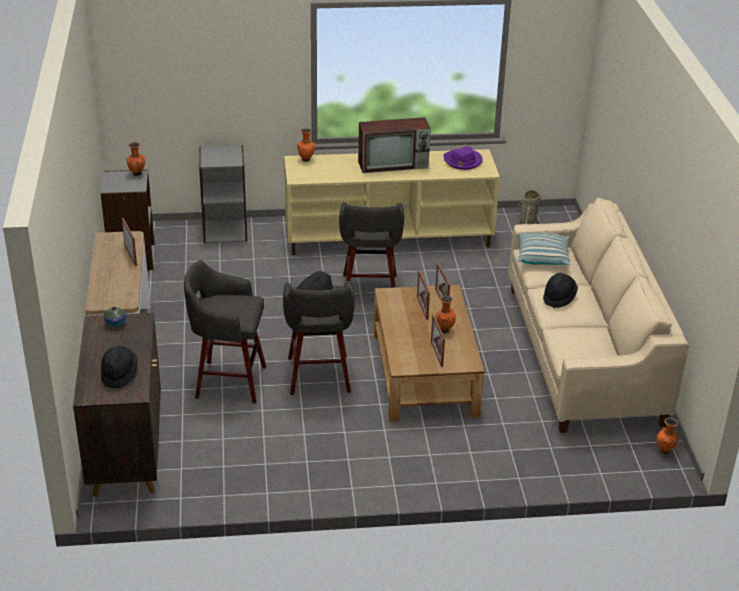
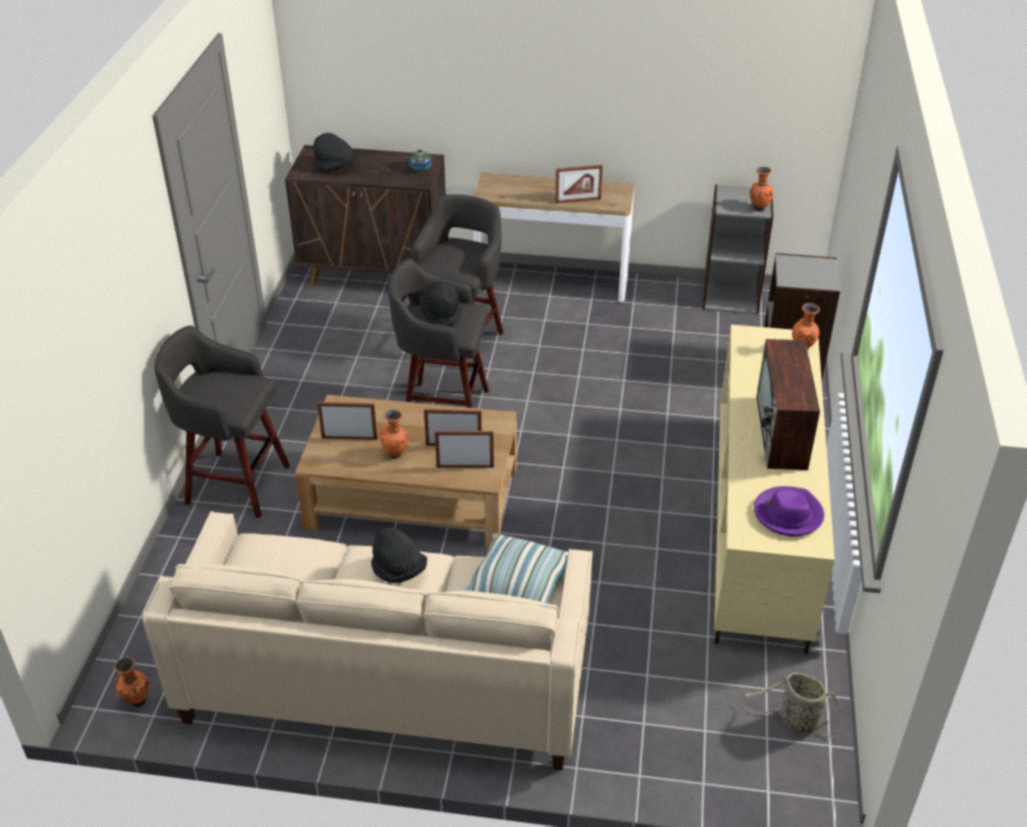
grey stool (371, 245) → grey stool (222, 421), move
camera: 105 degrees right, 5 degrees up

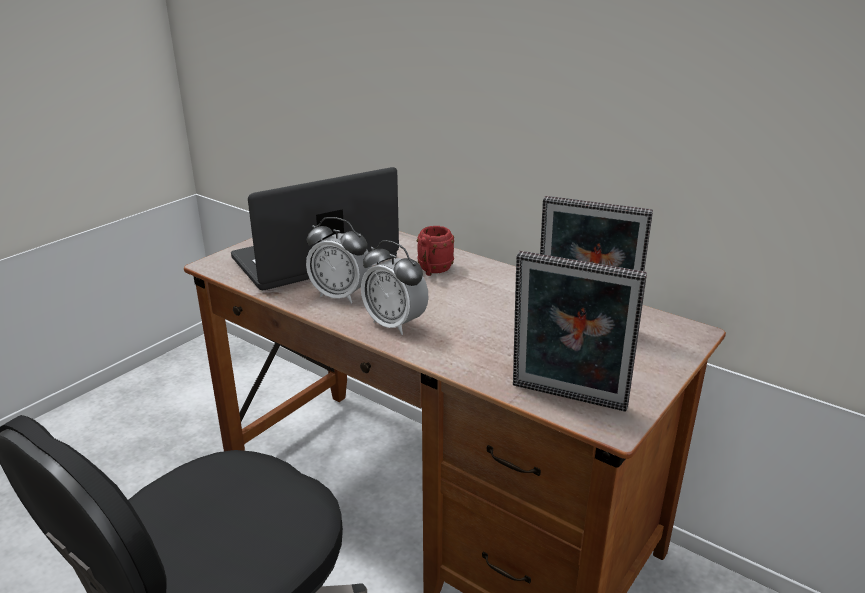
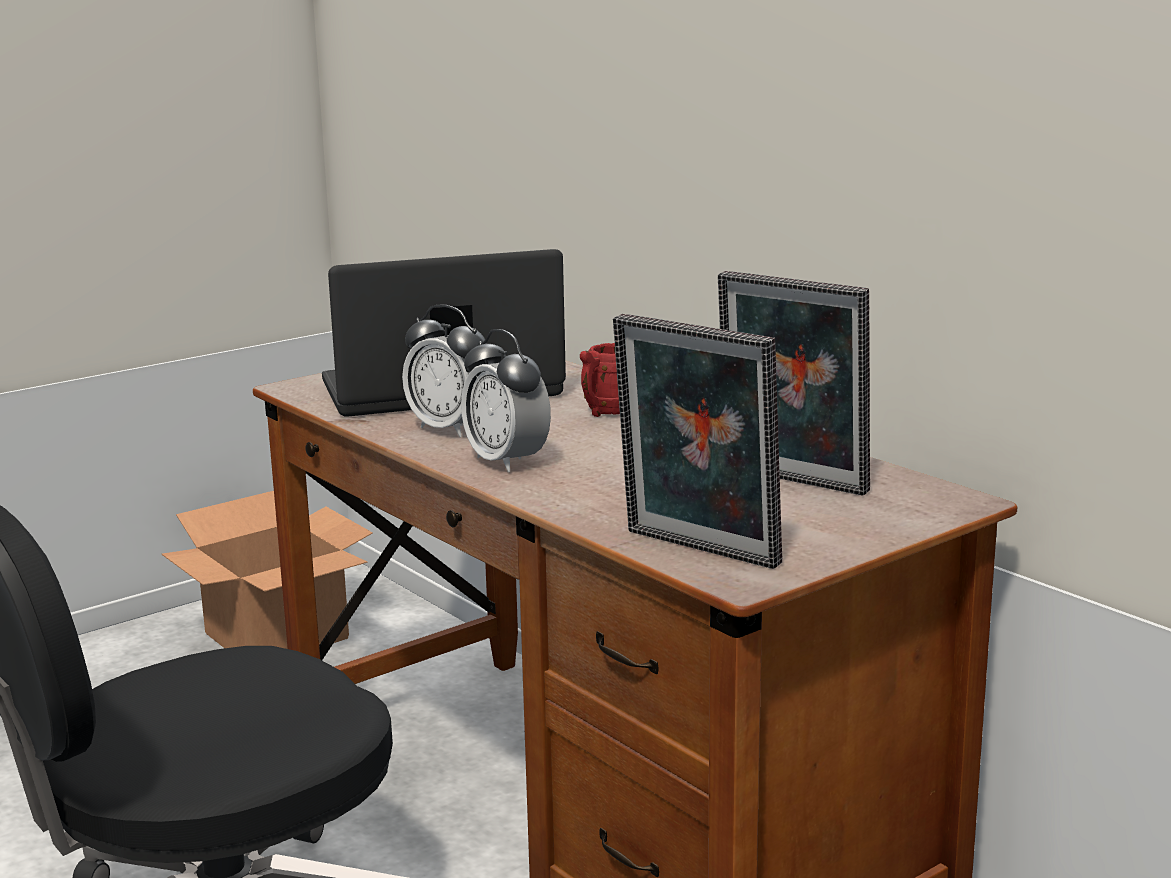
- → cardboard box (267, 570)
camera: 15 degrees right, 10 degrees down

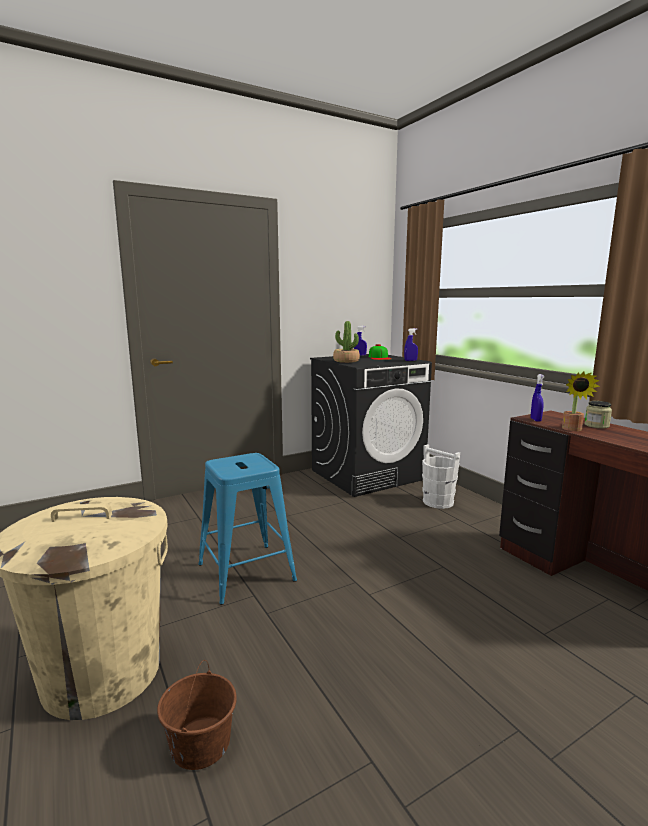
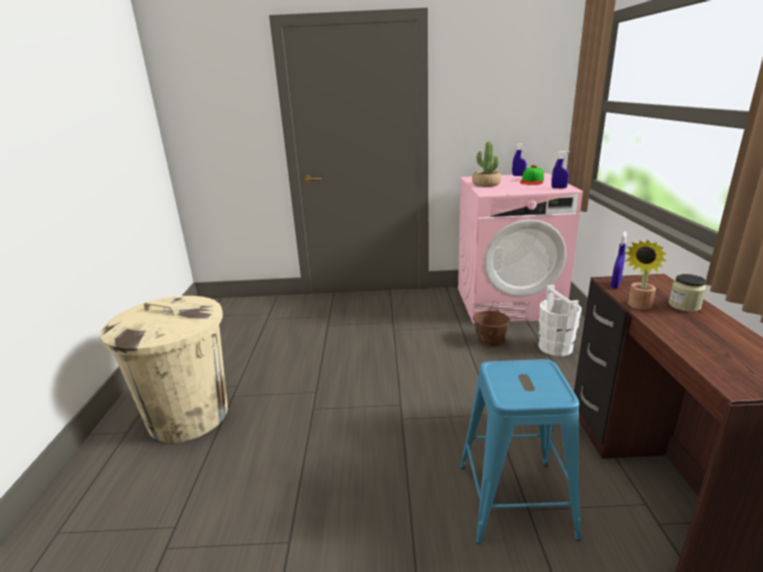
brown bucket (197, 715) → brown bucket (491, 323), move
blue stool (247, 529) → blue stool (520, 451), move
black washing machine (371, 425) → pink washing machine (520, 248)
camera: 30 degrees right, 10 degrees up

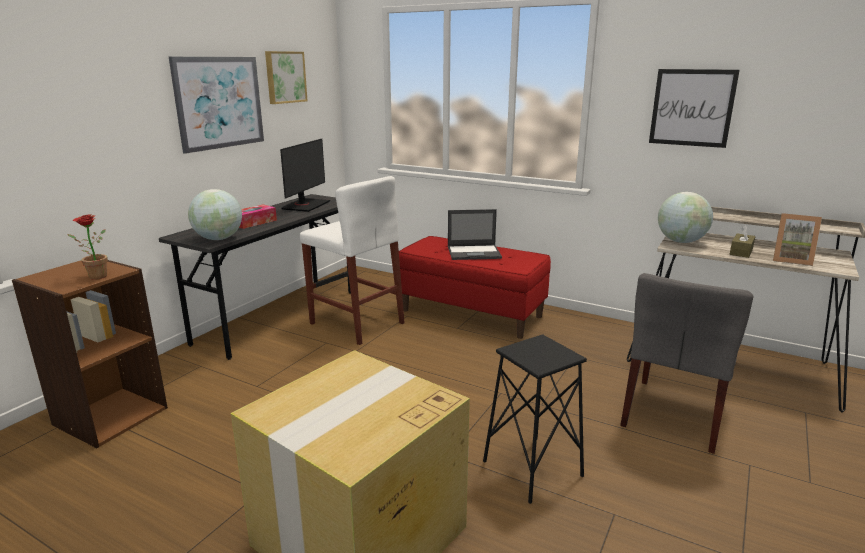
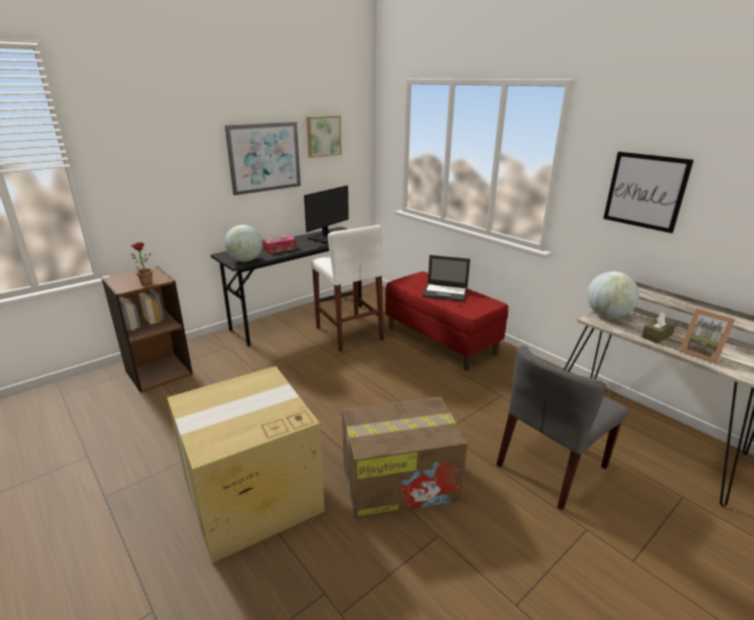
black stool (535, 419) → cardboard box (405, 457)
camera: 20 degrees right, 5 degrees up

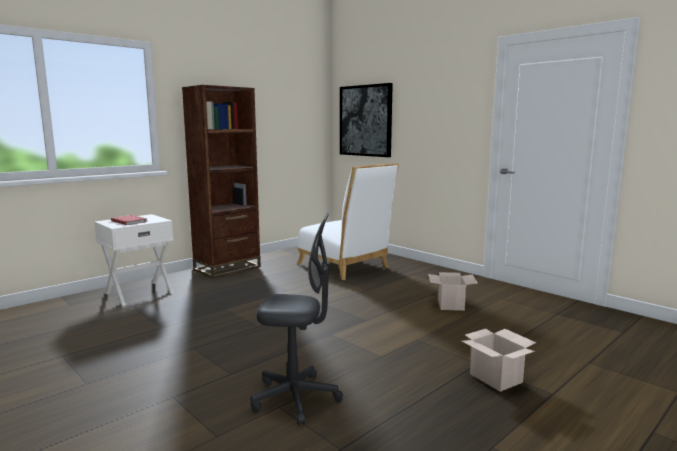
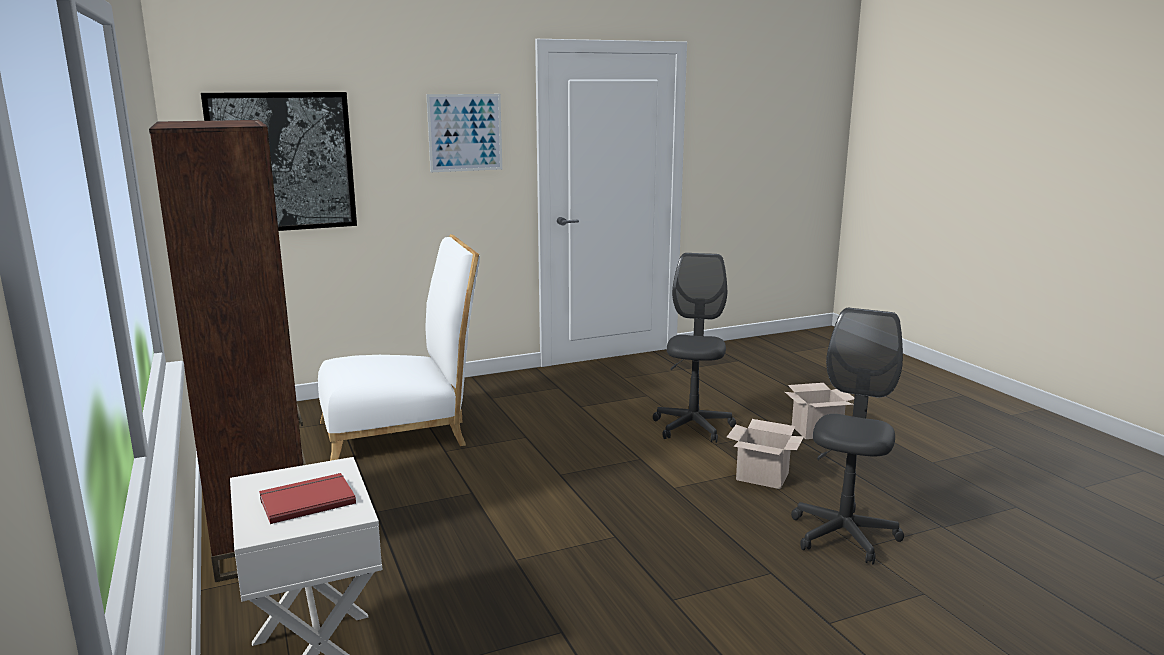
cardboard box (452, 291) → cardboard box (765, 454), move
- → picture (464, 133)
- → grey office chair (694, 348)
camera: 70 degrees left, 5 degrees up

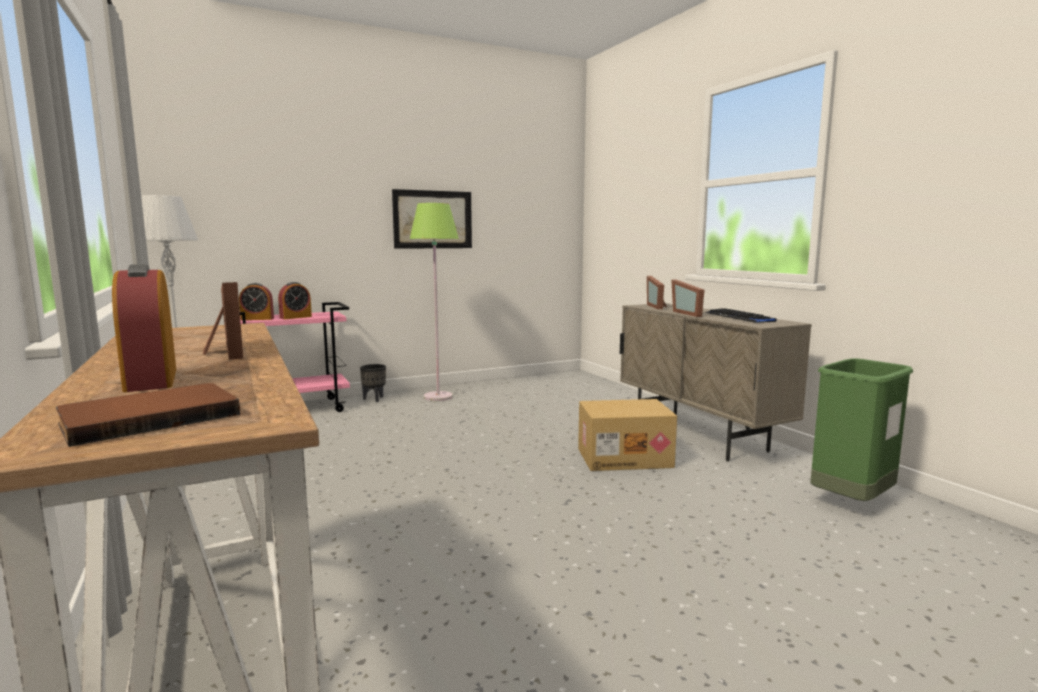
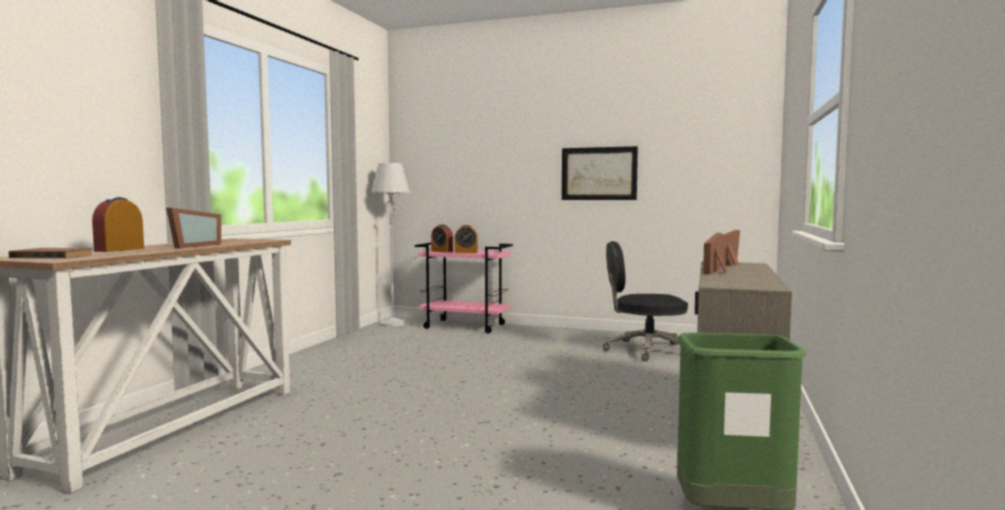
black planter (373, 383) → -
green floor lamp (434, 302) → -
cardboard box (627, 435) → -
keyboard (741, 315) → -
- → black office chair (645, 301)
camera: 45 degrees right, 5 degrees down

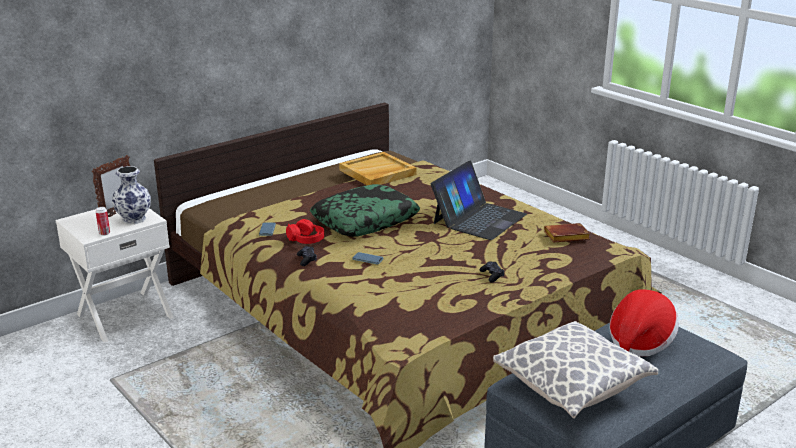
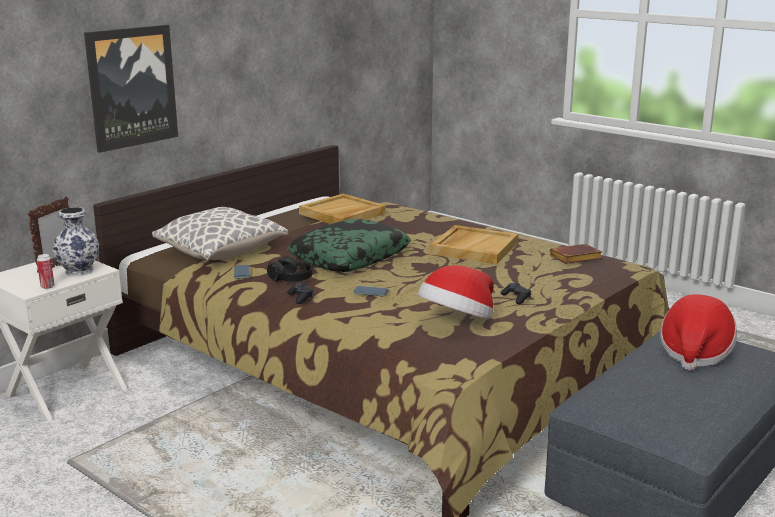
red headphones (305, 231) → black headphones (289, 269)
laptop (479, 200) → beige tray (474, 244)
pillow (575, 370) → pillow (220, 233), move
- → picture (131, 89)
- → hat (456, 292)
camera: 10 degrees left, 5 degrees down

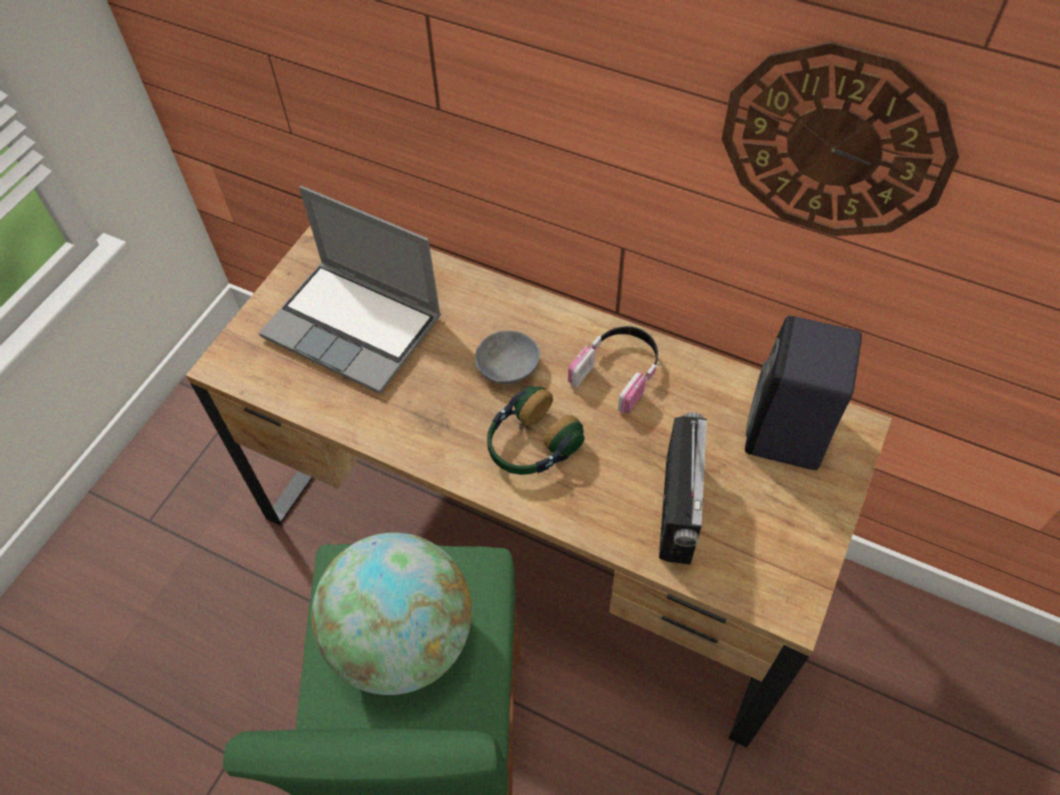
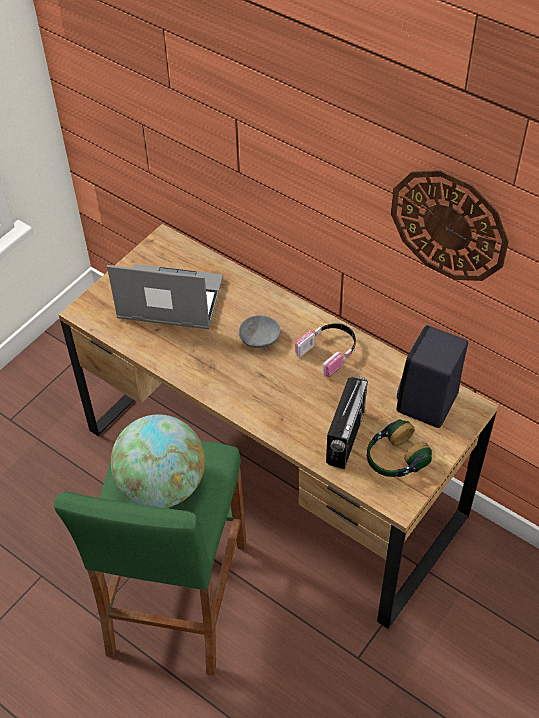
laptop (350, 290) → laptop (165, 296), 150 degrees clockwise
headphones (535, 430) → headphones (399, 448), move
camera: 10 degrees right, 5 degrees down

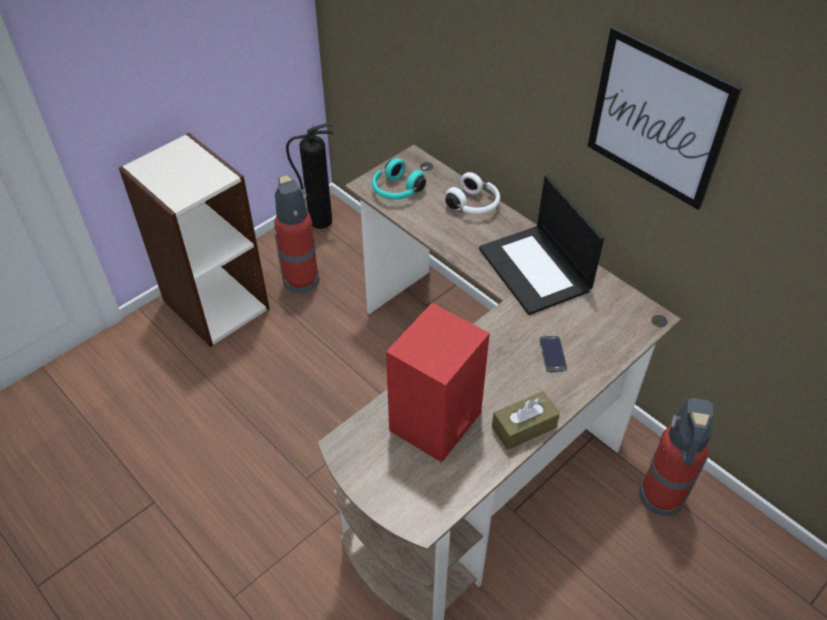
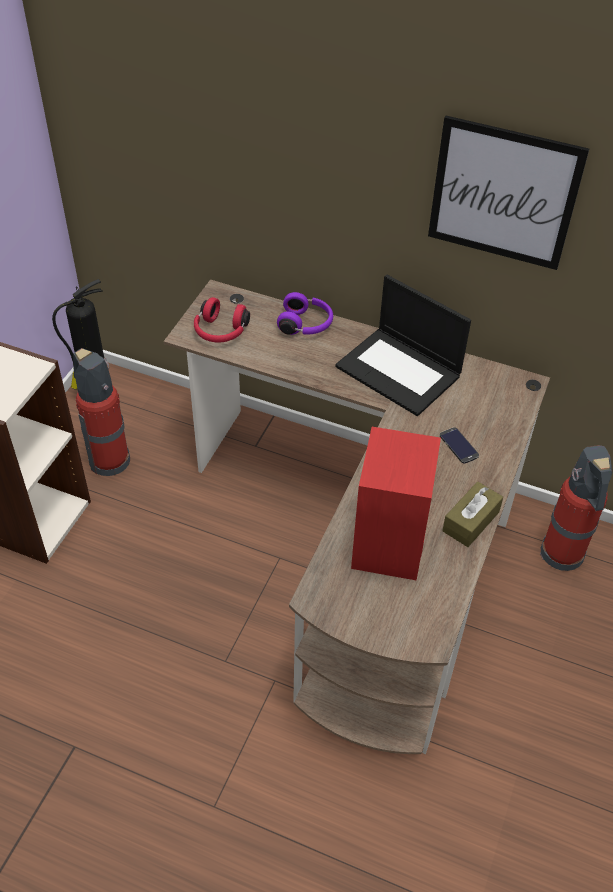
turquoise headphones (399, 179) → red headphones (222, 320)
white headphones (472, 193) → purple headphones (305, 313)
camera: 25 degrees left, 0 degrees up

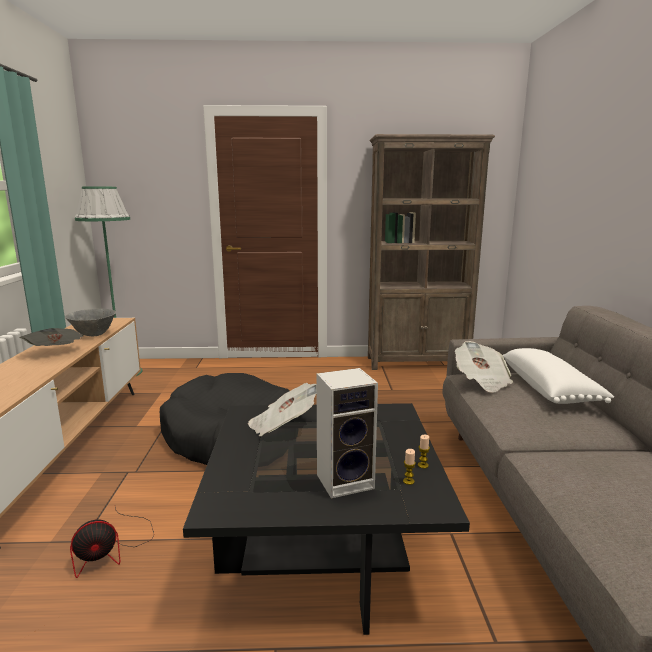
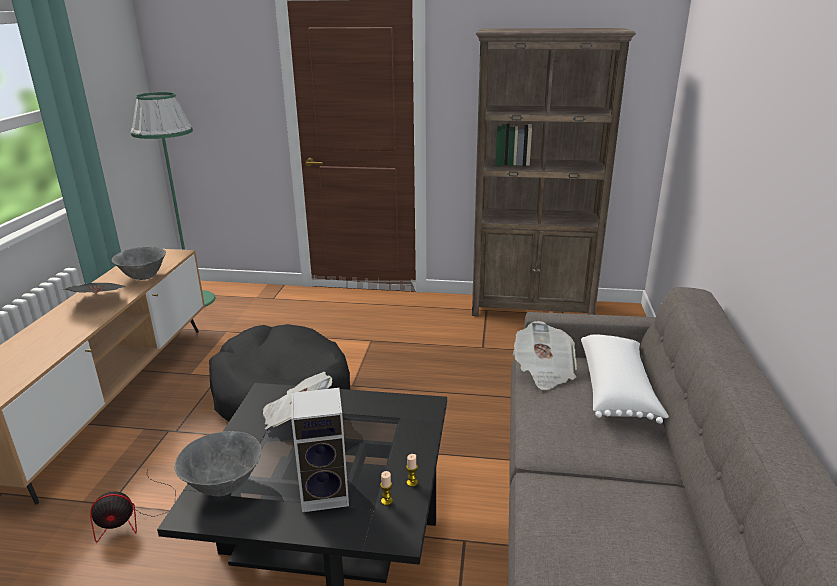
- → grey bowl (217, 463)
camera: 10 degrees right, 10 degrees up

